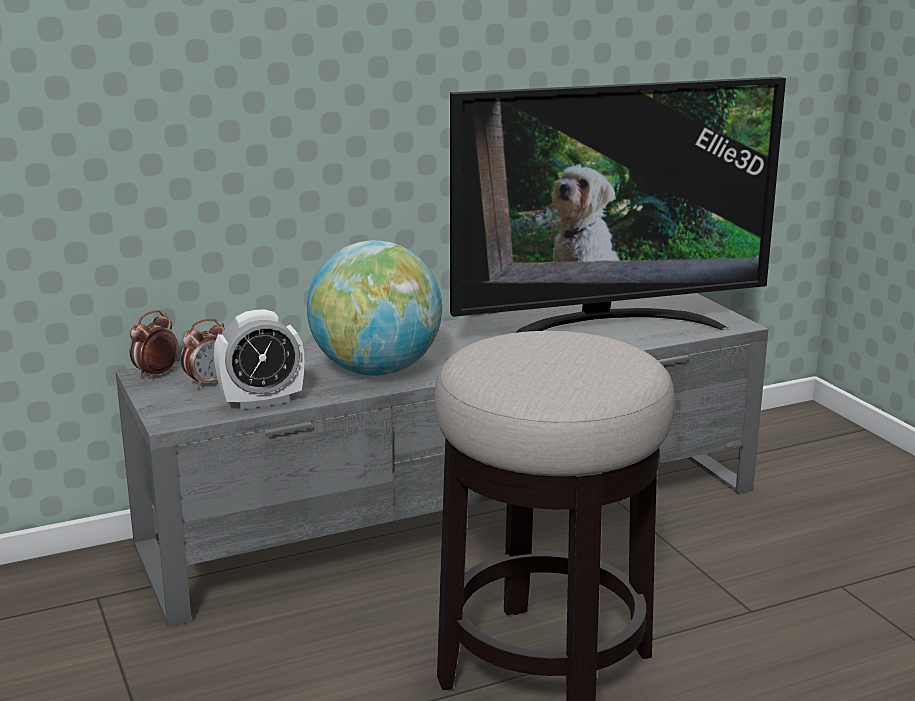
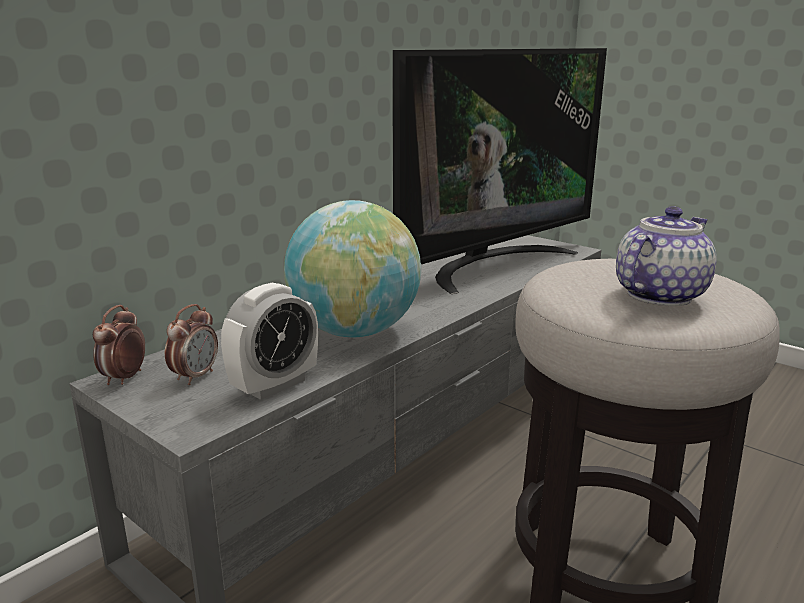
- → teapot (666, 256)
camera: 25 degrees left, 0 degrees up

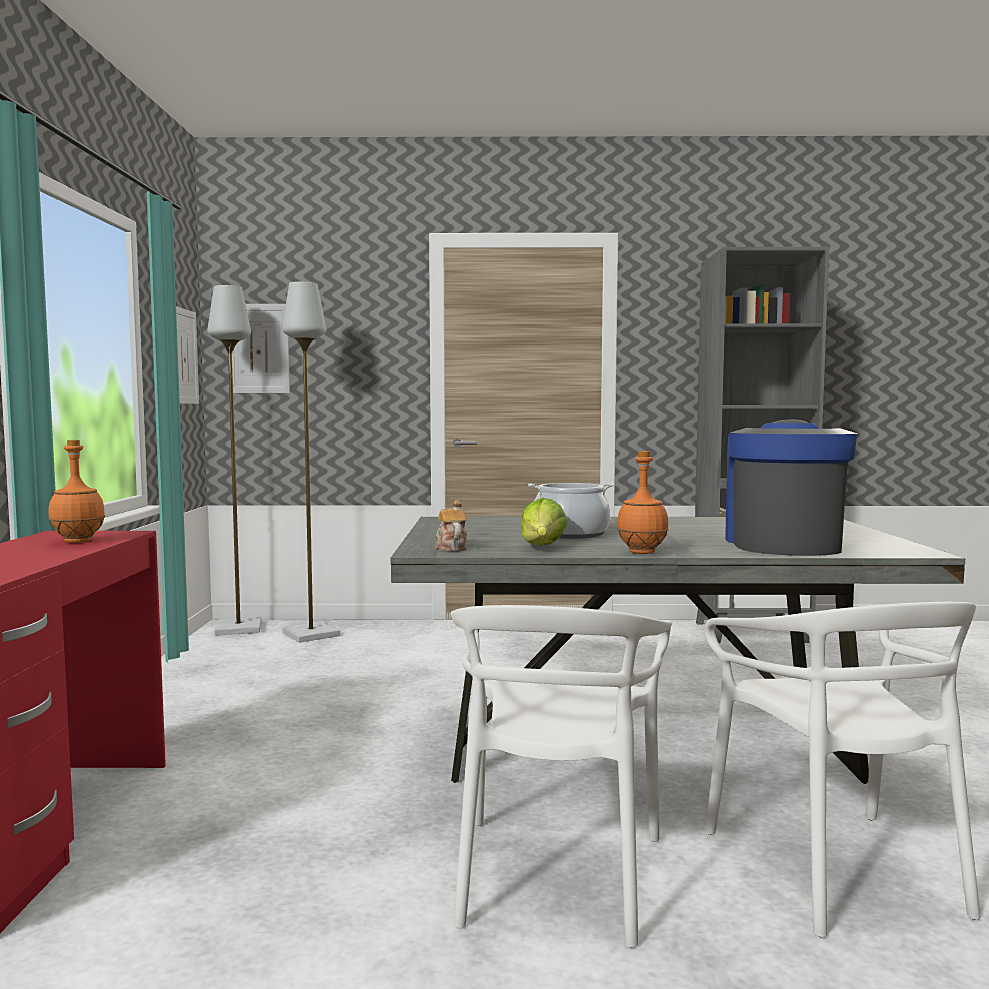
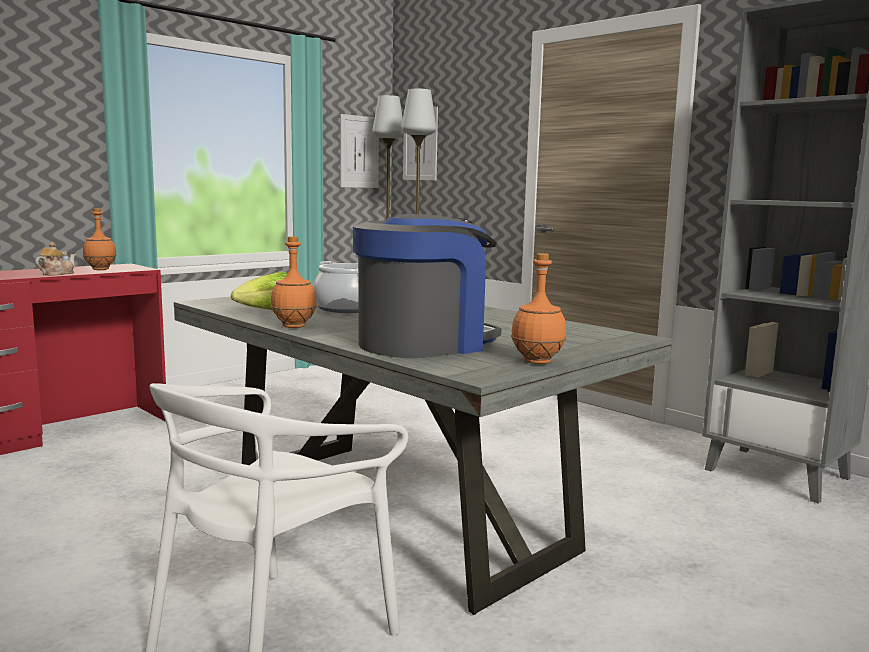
teapot (451, 525) → teapot (55, 259), move
white chair (561, 776) → -
- → orange bottle (538, 308)
camera: 45 degrees right, 5 degrees up

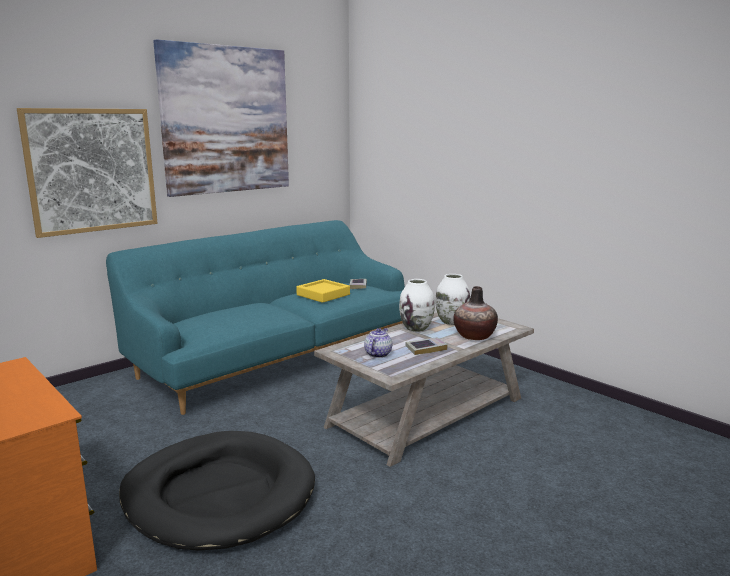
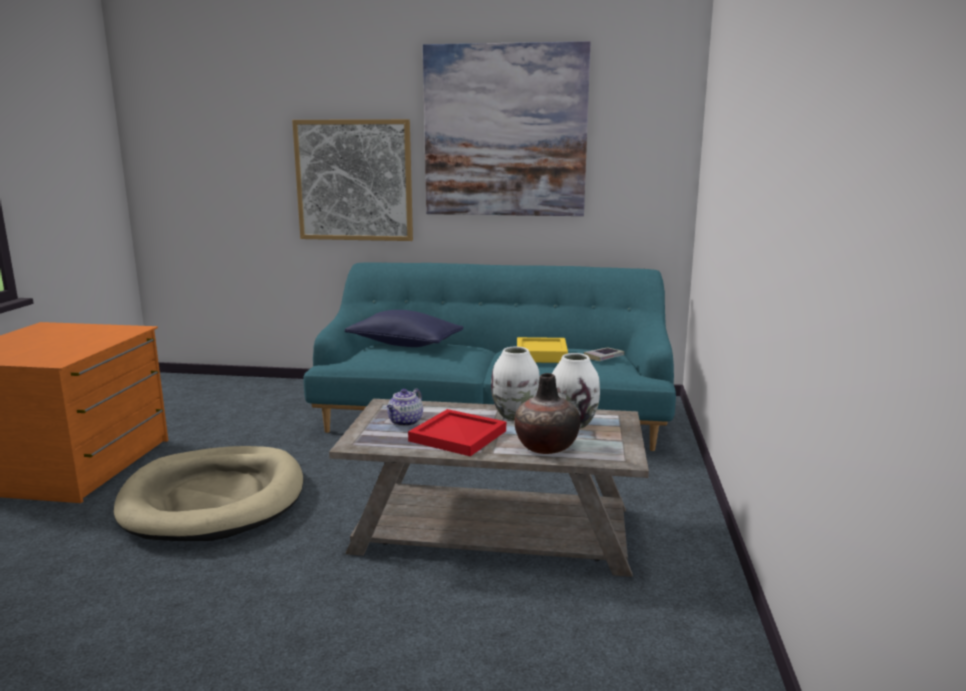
black dog bed (217, 491) → beige dog bed (208, 493)
teapot (378, 343) → teapot (405, 407), 135 degrees clockwise
book (426, 346) → red tray (457, 432)
- → blue pillow (404, 328)
camera: 50 degrees right, 0 degrees up

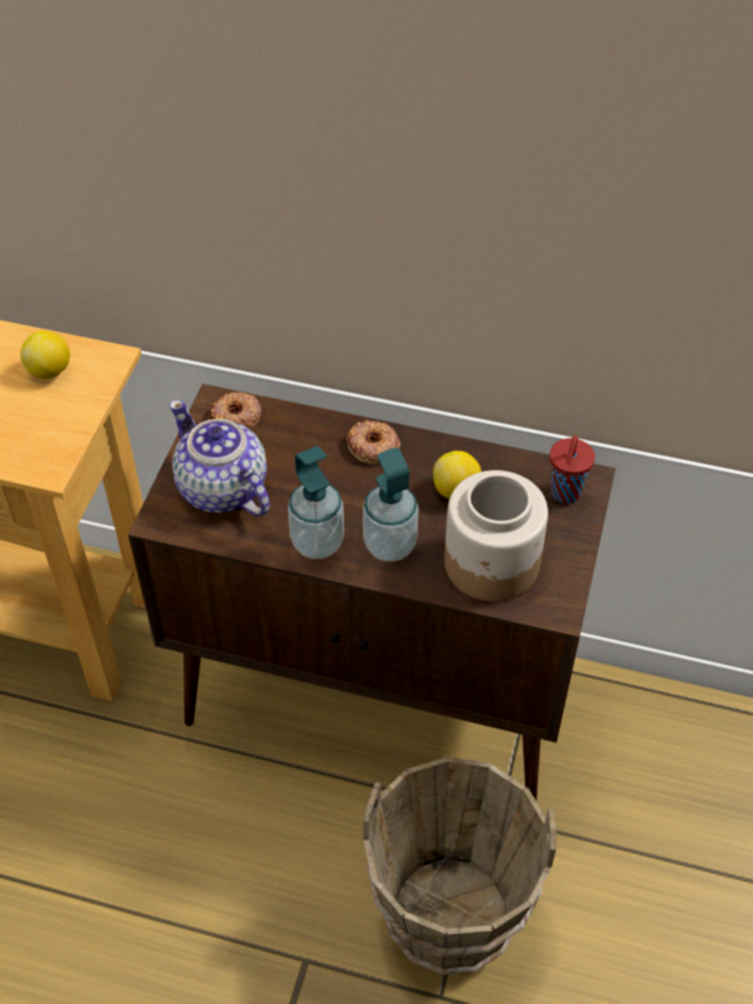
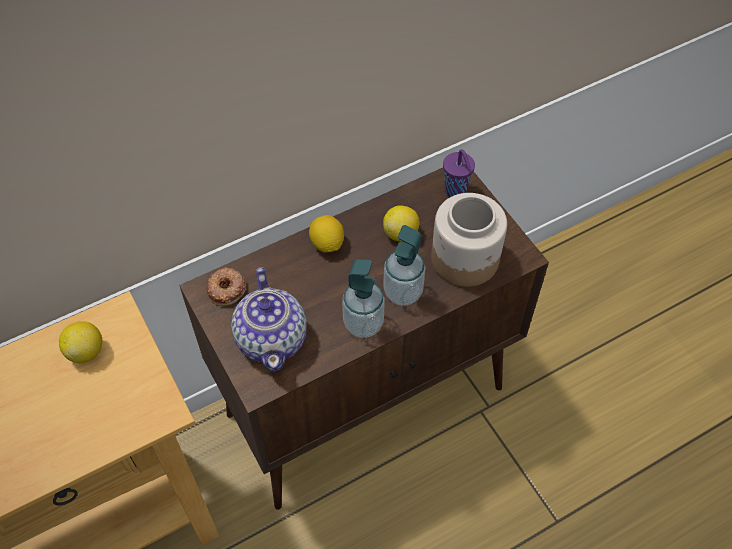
teapot (219, 458) → teapot (269, 319), 105 degrees counterclockwise
donut (373, 441) → lemon (326, 233)
brown bucket (459, 866) → -
red cup (572, 469) → purple cup (459, 173)
camera: 45 degrees left, 5 degrees up

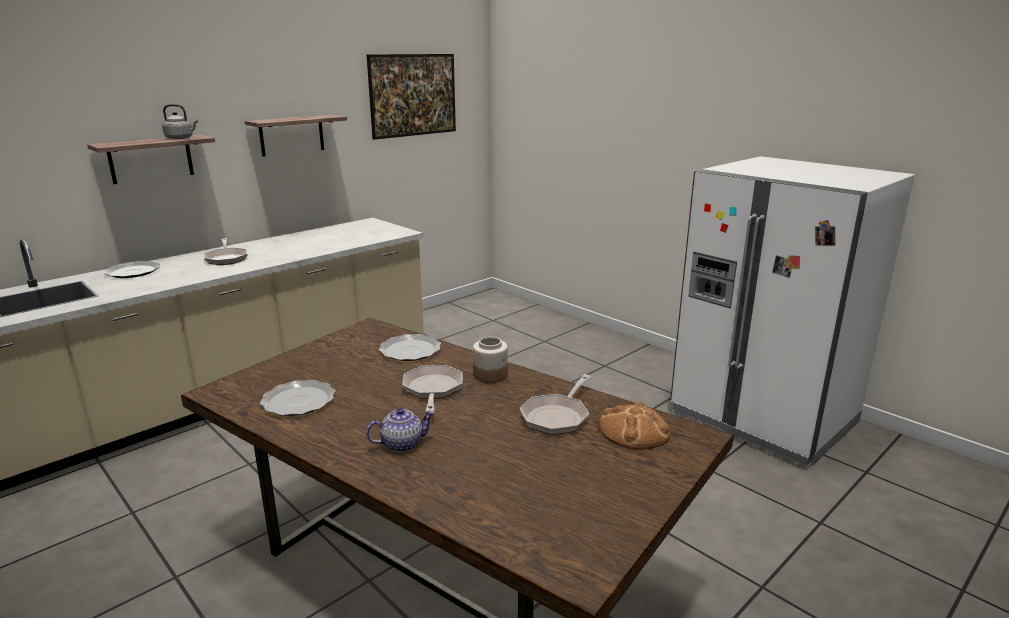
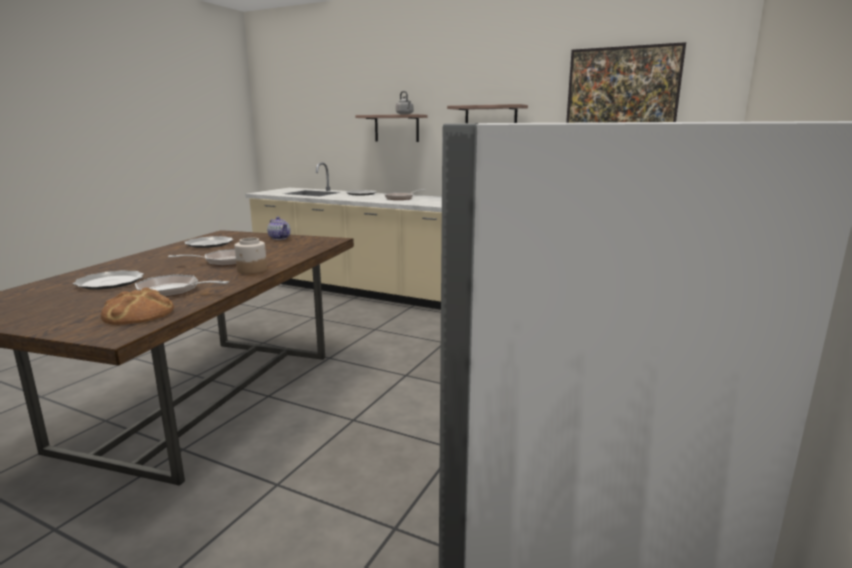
teapot (400, 430) → teapot (279, 228), move
plate (410, 347) → plate (108, 280), move
camera: 70 degrees right, 5 degrees down

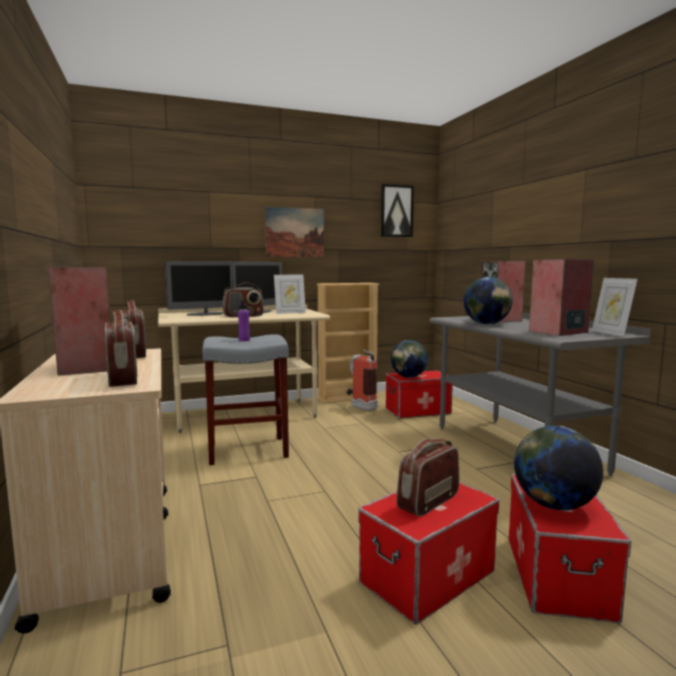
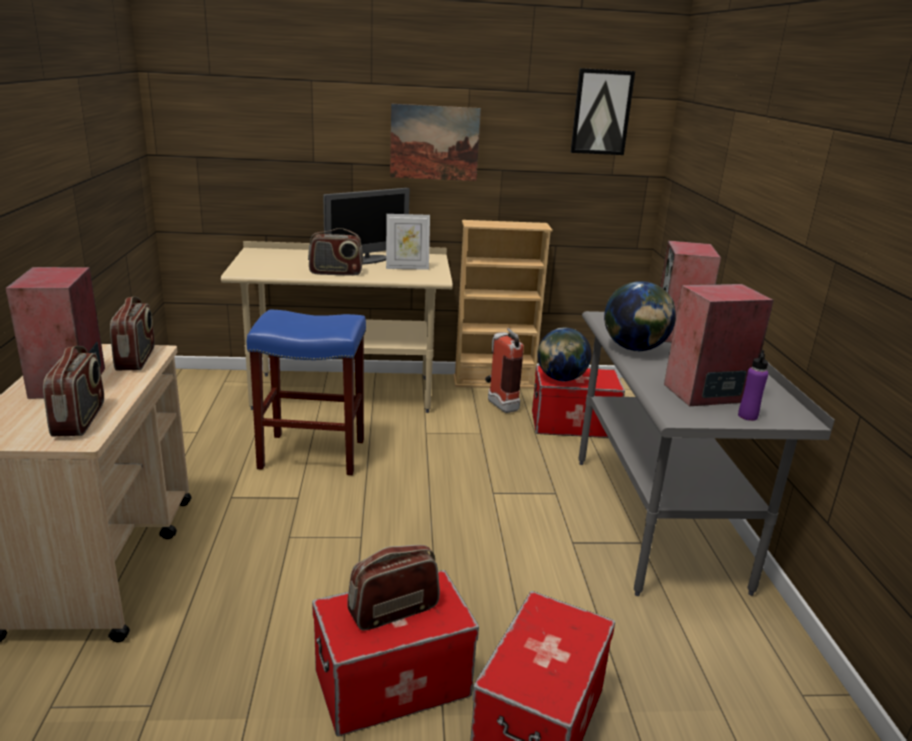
monitor (198, 288) → -
grey stool (246, 399) → blue stool (306, 392)
purple bottle (244, 320) → purple bottle (753, 385), move
globe (558, 468) → -
picture frame (615, 307) → -
camera: 15 degrees right, 15 degrees up

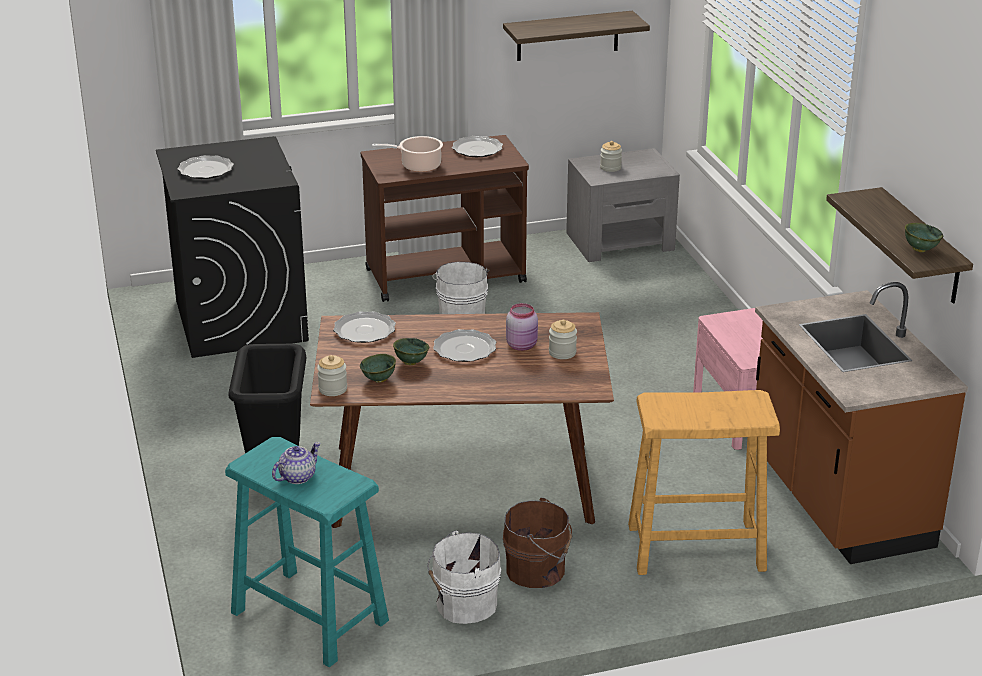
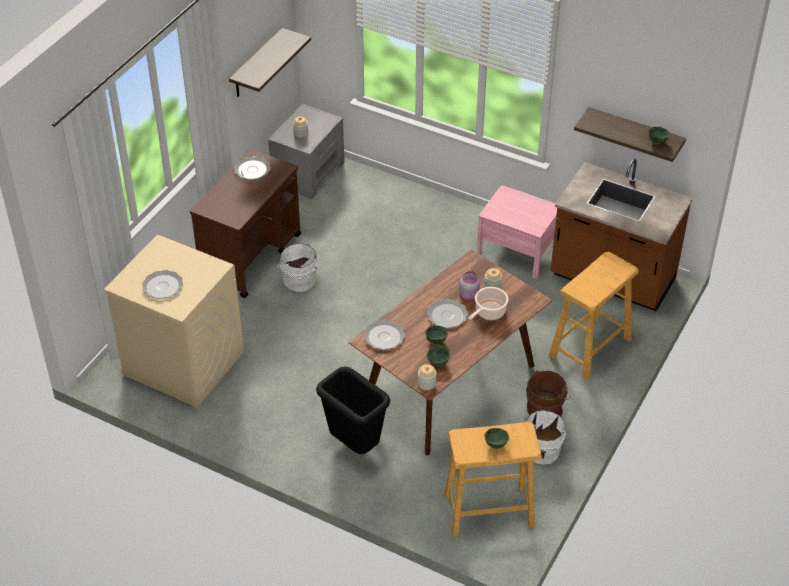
black washing machine (232, 247) → beige washing machine (174, 321)
turquoise stool (307, 552) → beige stool (493, 479)
teapot (296, 463) → green bowl (496, 438)
cooking pot (407, 154) → cooking pot (488, 303), move
camera: 45 degrees left, 15 degrees up

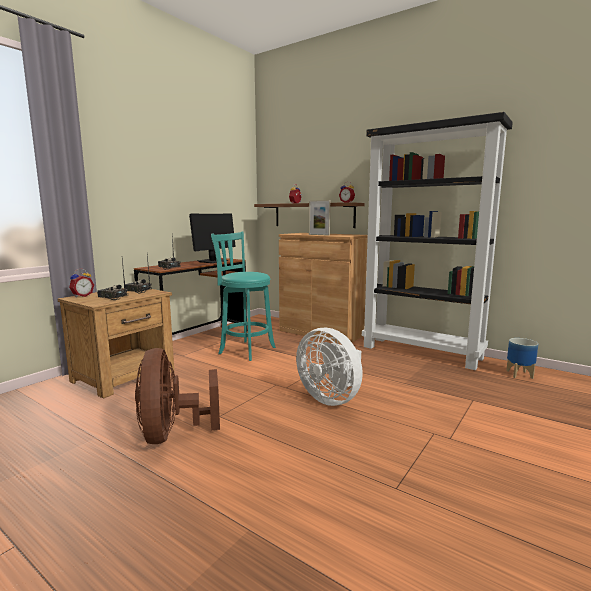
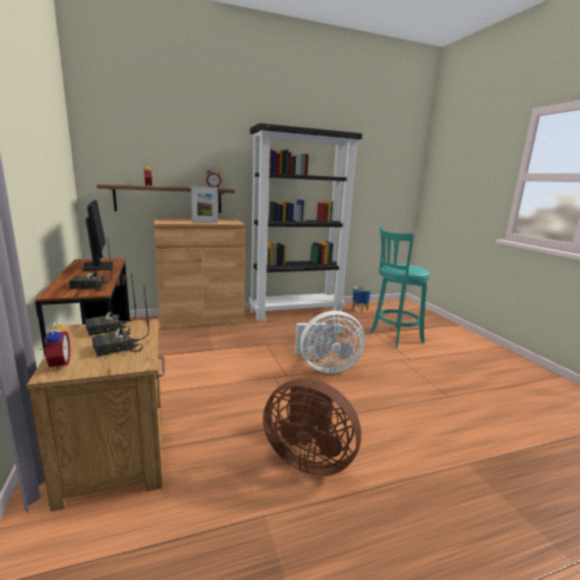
turquoise stool (243, 296) → turquoise stool (400, 287), move
camera: 55 degrees left, 5 degrees up

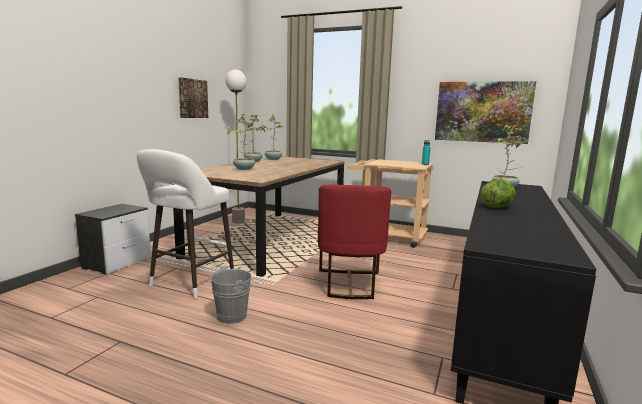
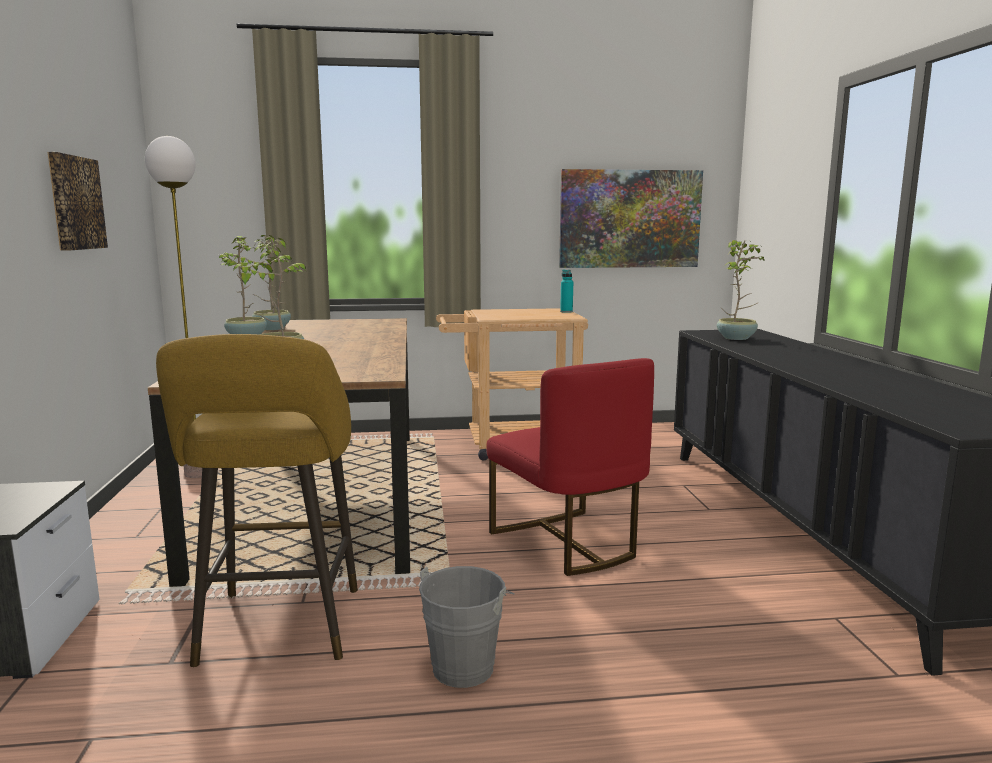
white stool (185, 224) → yellow stool (257, 500)
lettuce (498, 193) → -
camera: 30 degrees left, 0 degrees up

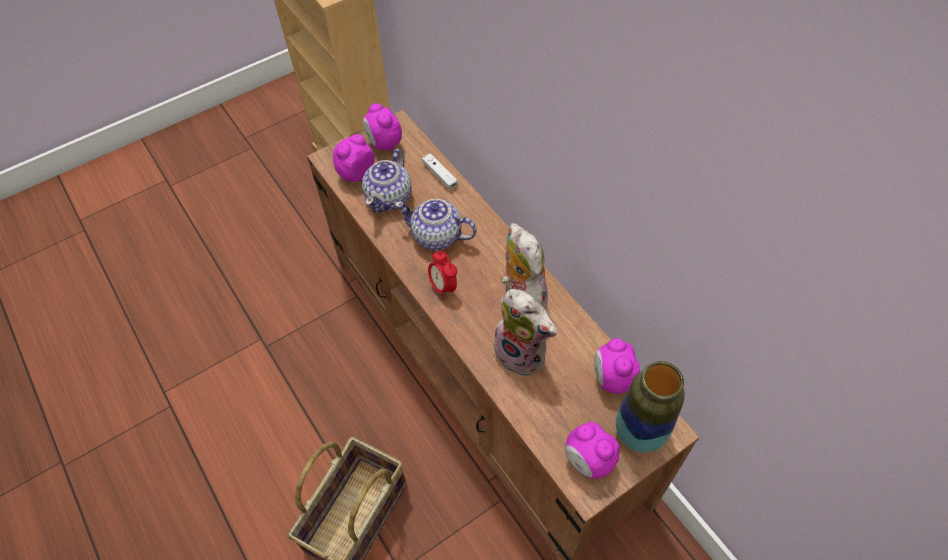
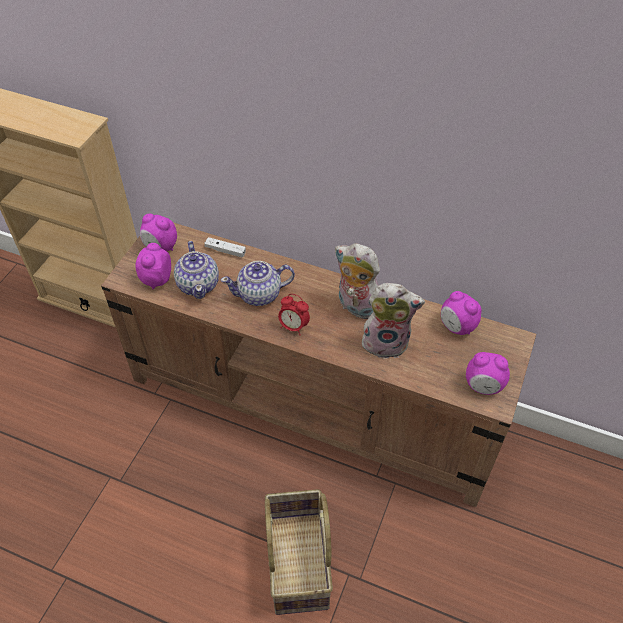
vase (650, 407) → -
camera: 35 degrees left, 5 degrees down

